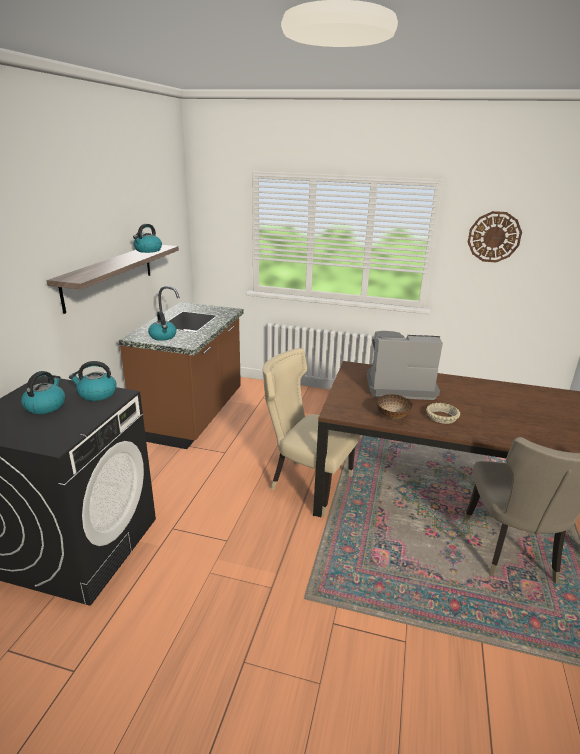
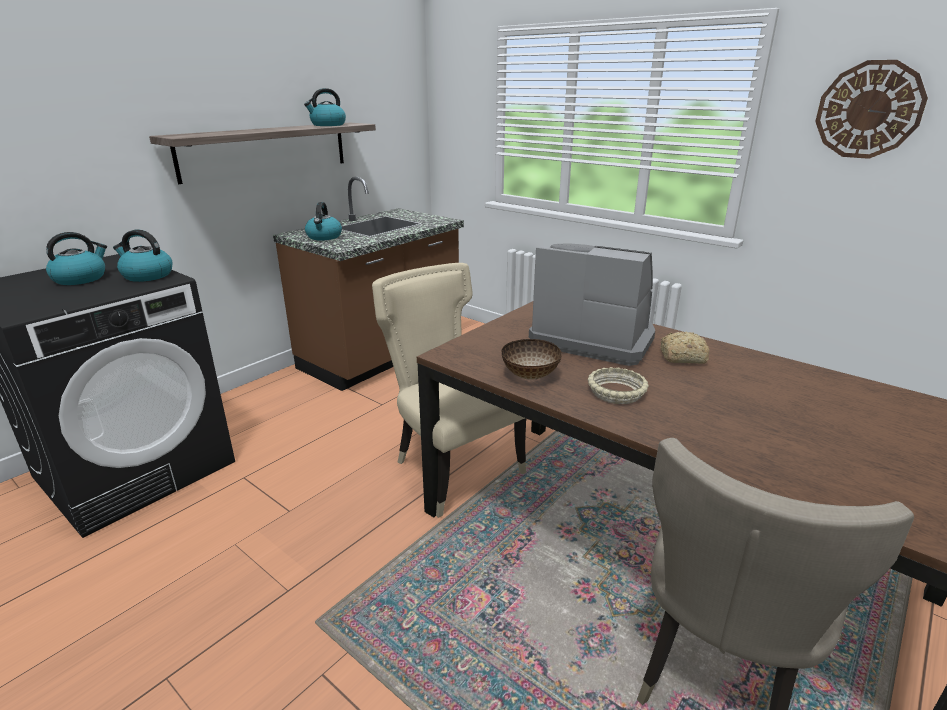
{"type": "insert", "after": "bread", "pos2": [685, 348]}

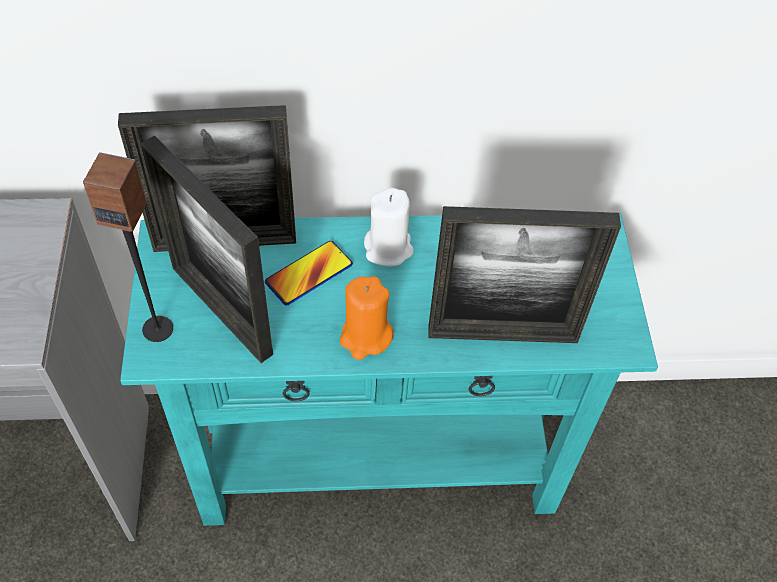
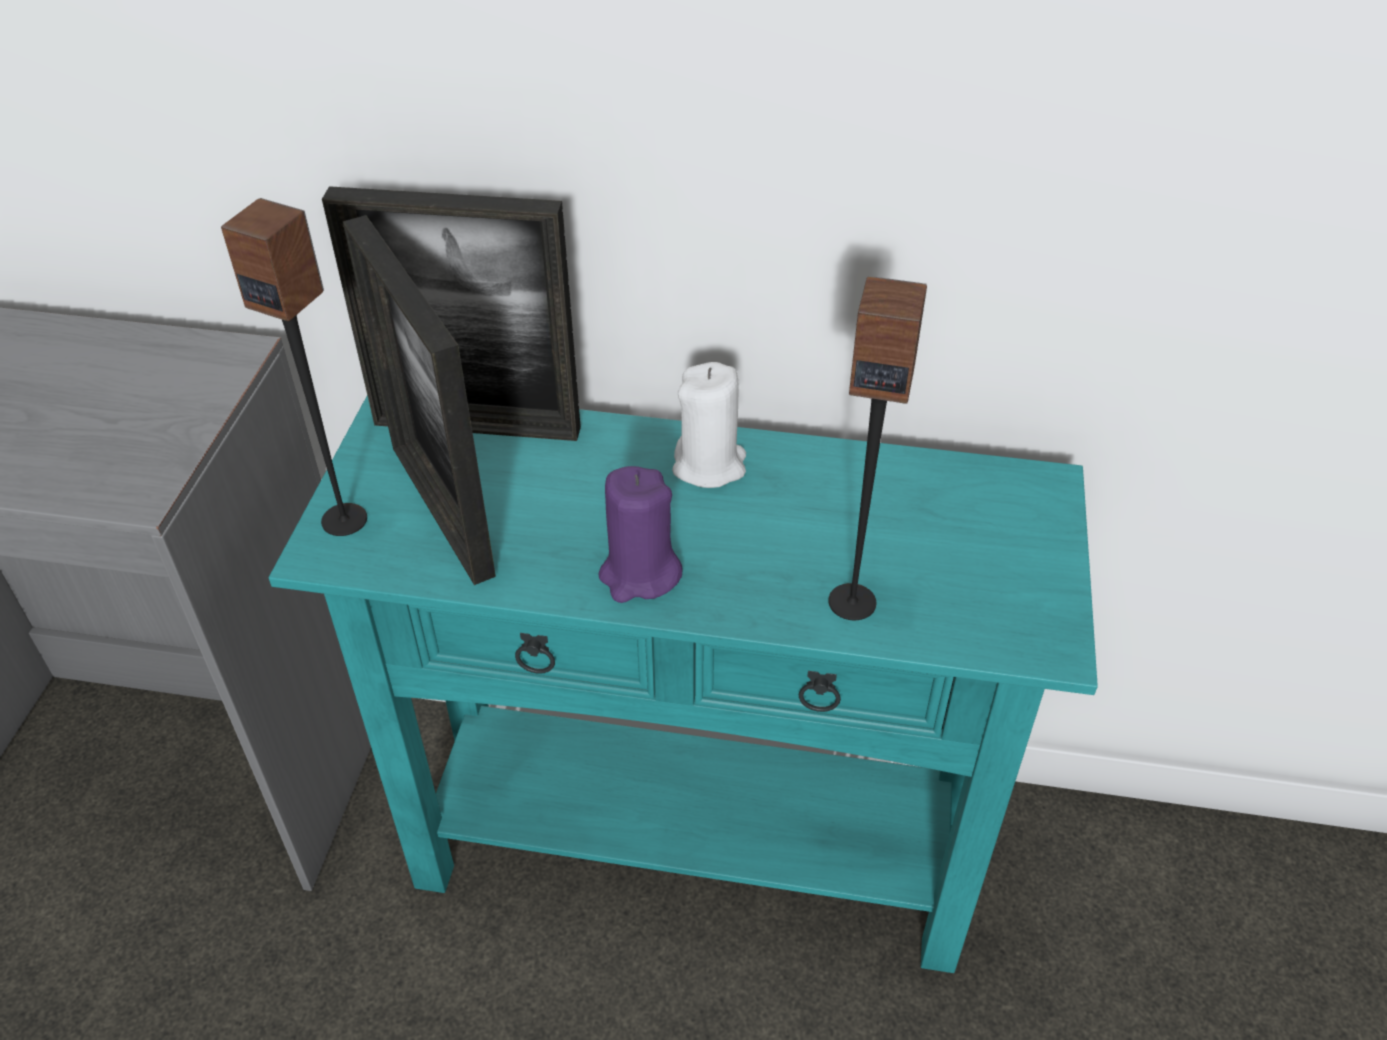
{"type": "delete", "before": "phone", "pos1": [309, 273]}
{"type": "replace", "before": "picture frame", "after": "speaker", "pos1": [525, 274], "pos2": [877, 448]}
{"type": "recolor", "before": "orange candle", "after": "purple candle", "pos1": [367, 318], "pos2": [640, 534]}

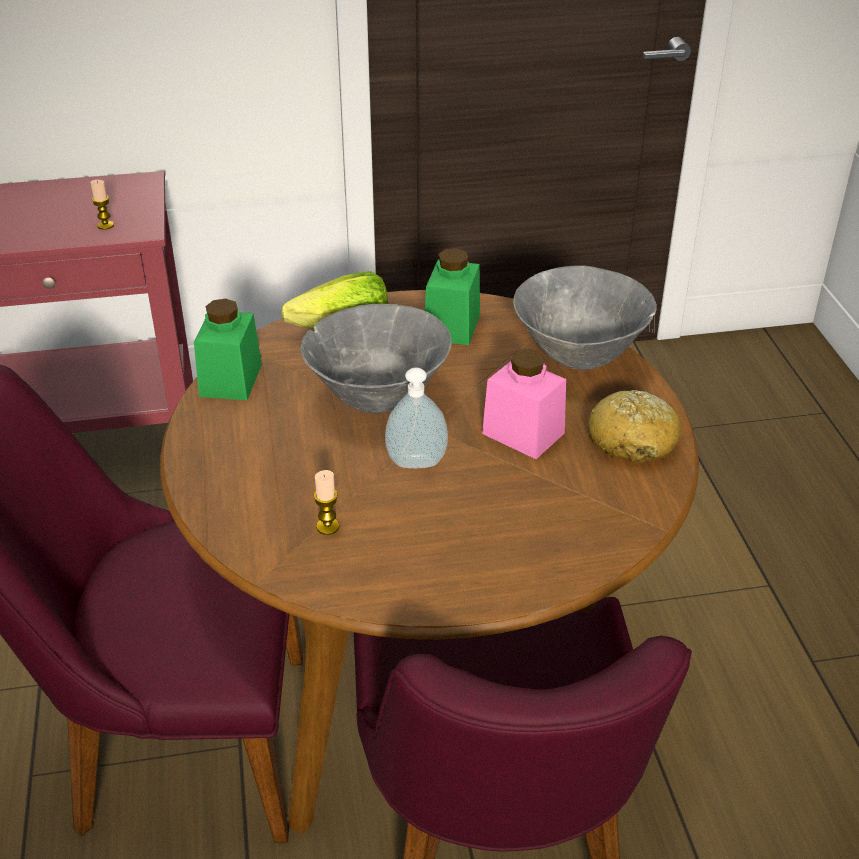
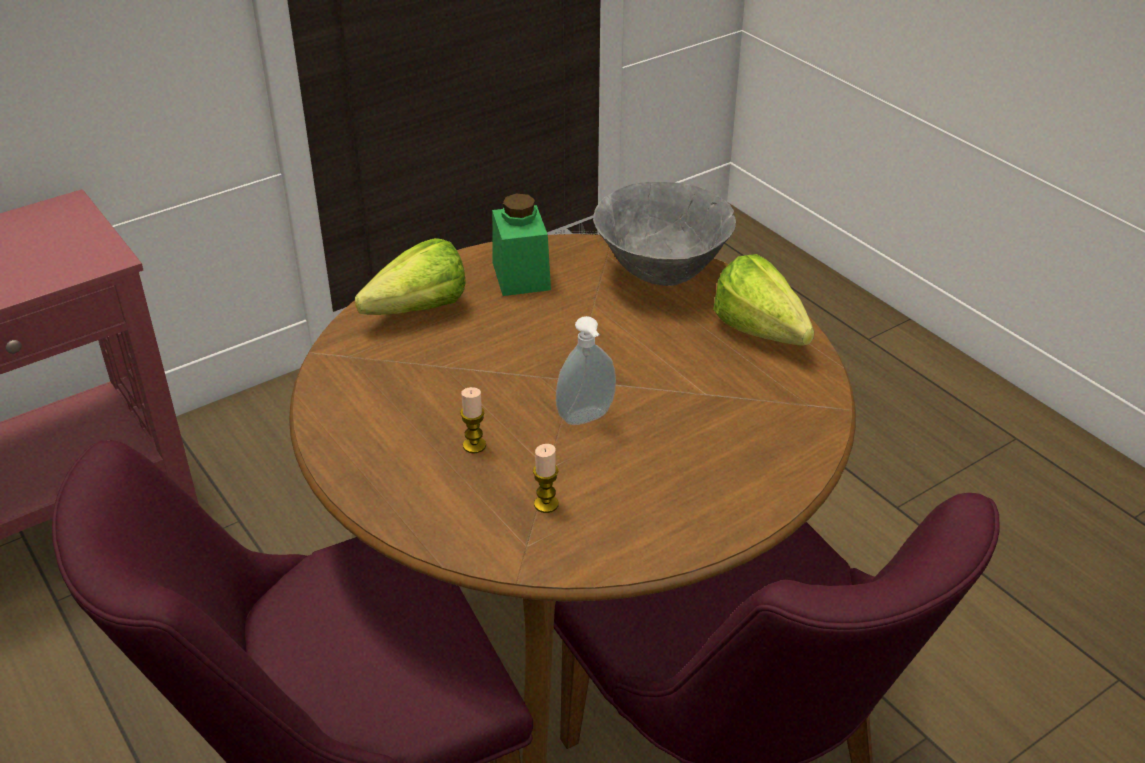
{"type": "delete", "before": "green jar", "pos1": [228, 349]}
{"type": "delete", "before": "grey bowl", "pos1": [376, 359]}
{"type": "delete", "before": "pink jar", "pos1": [524, 404]}
{"type": "move", "before": "candle", "pos1": [102, 205], "pos2": [473, 420]}
{"type": "replace", "before": "bread", "after": "lettuce", "pos1": [634, 426], "pos2": [764, 300]}

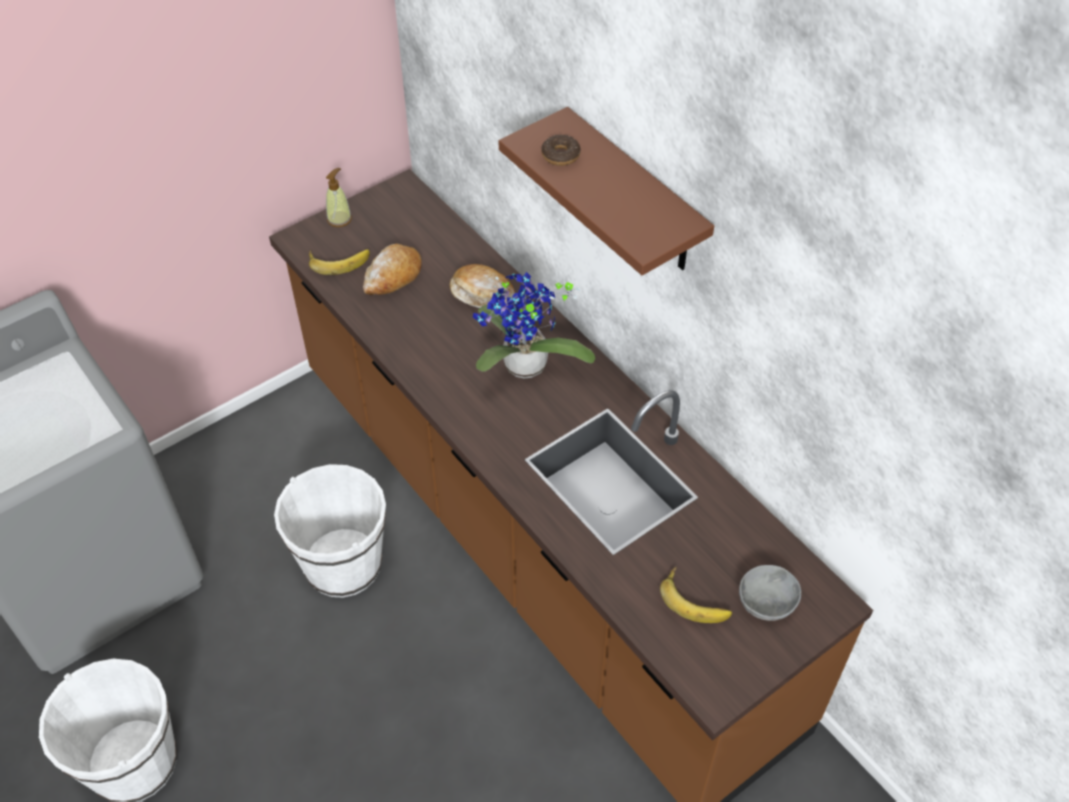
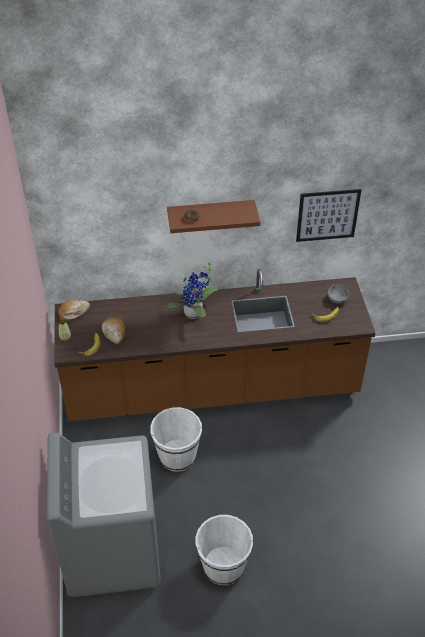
{"type": "insert", "after": "picture", "pos2": [328, 215]}
{"type": "move", "before": "bread", "pos1": [482, 286], "pos2": [74, 309]}

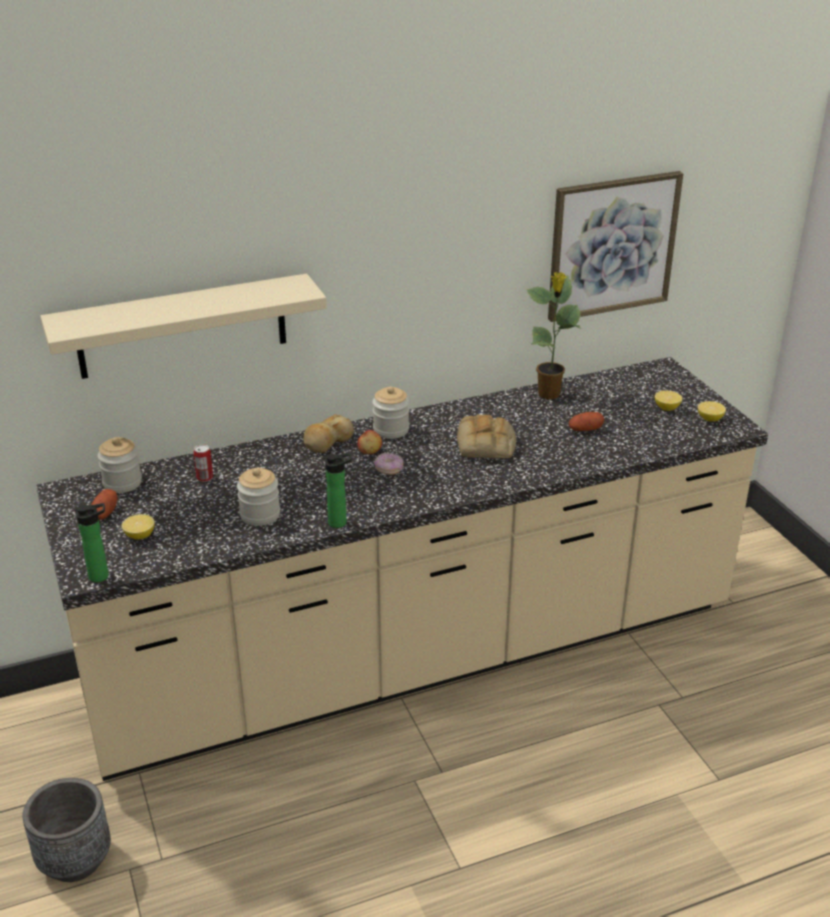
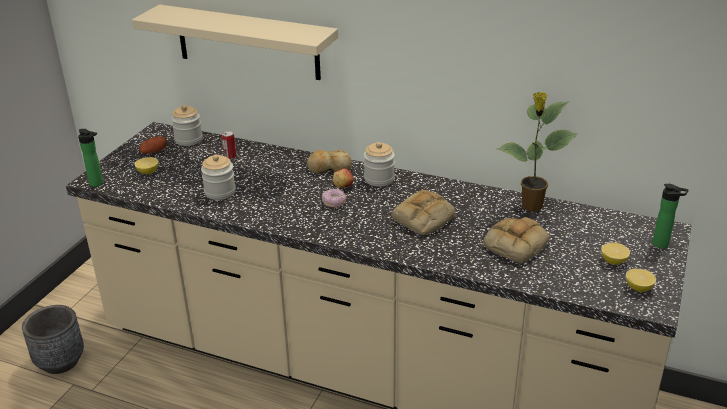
{"type": "delete", "before": "picture", "pos1": [615, 246]}
{"type": "move", "before": "bottle", "pos1": [338, 490], "pos2": [670, 216]}
{"type": "replace", "before": "potato", "after": "bread", "pos1": [586, 421], "pos2": [516, 240]}

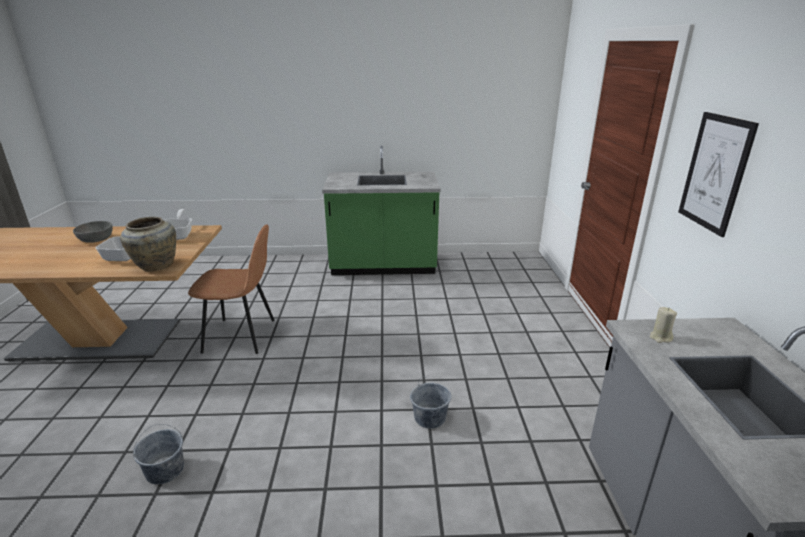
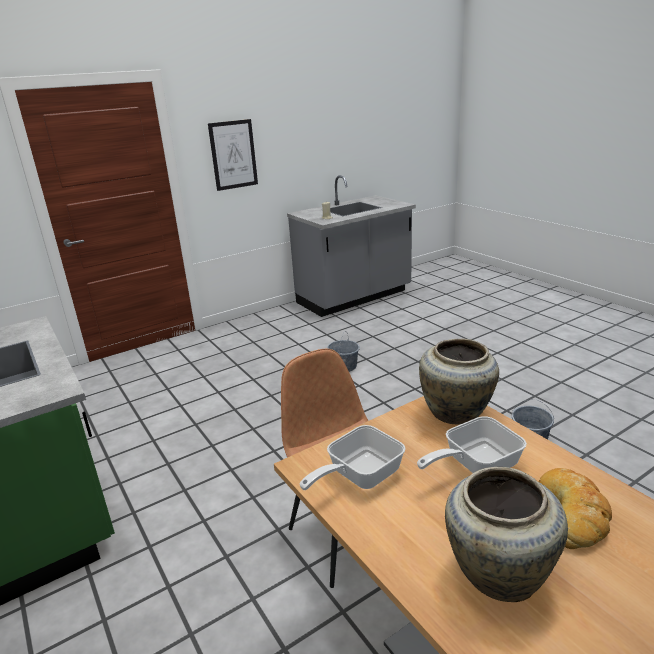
{"type": "insert", "after": "bread", "pos2": [575, 508]}
{"type": "replace", "before": "grey bowl", "after": "beige vase", "pos1": [93, 232], "pos2": [506, 534]}

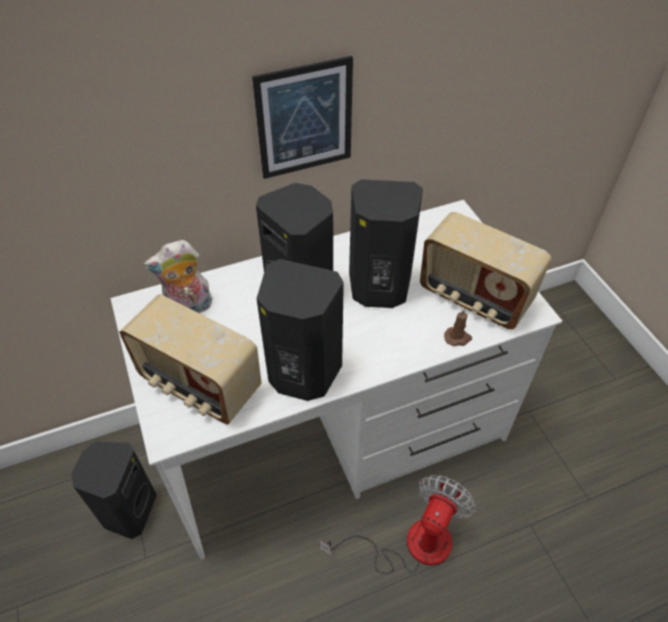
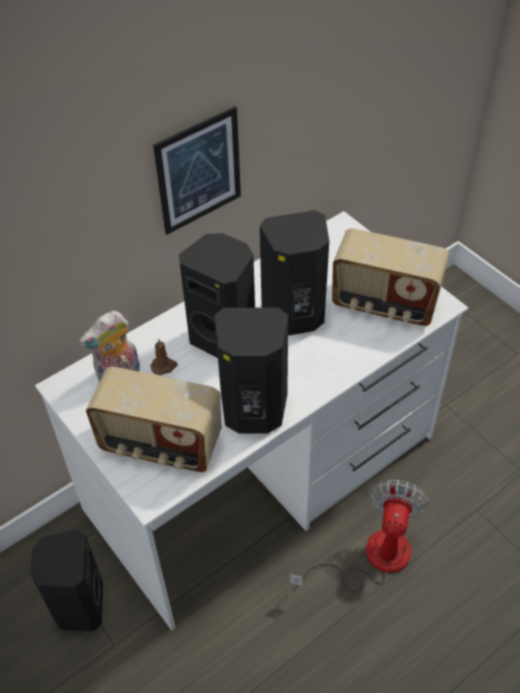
{"type": "move", "before": "brown candle", "pos1": [458, 327], "pos2": [164, 357]}

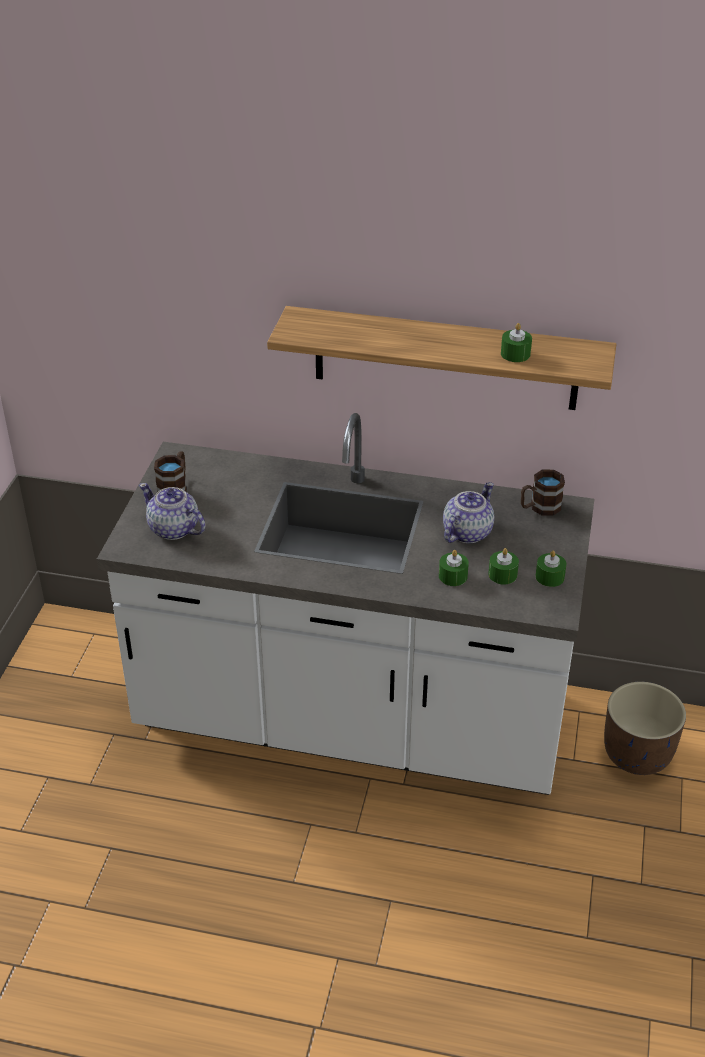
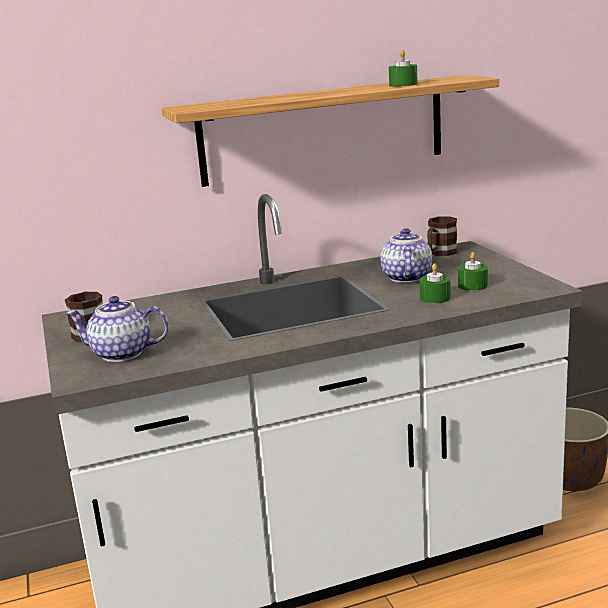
{"type": "delete", "before": "green candle", "pos1": [550, 568]}

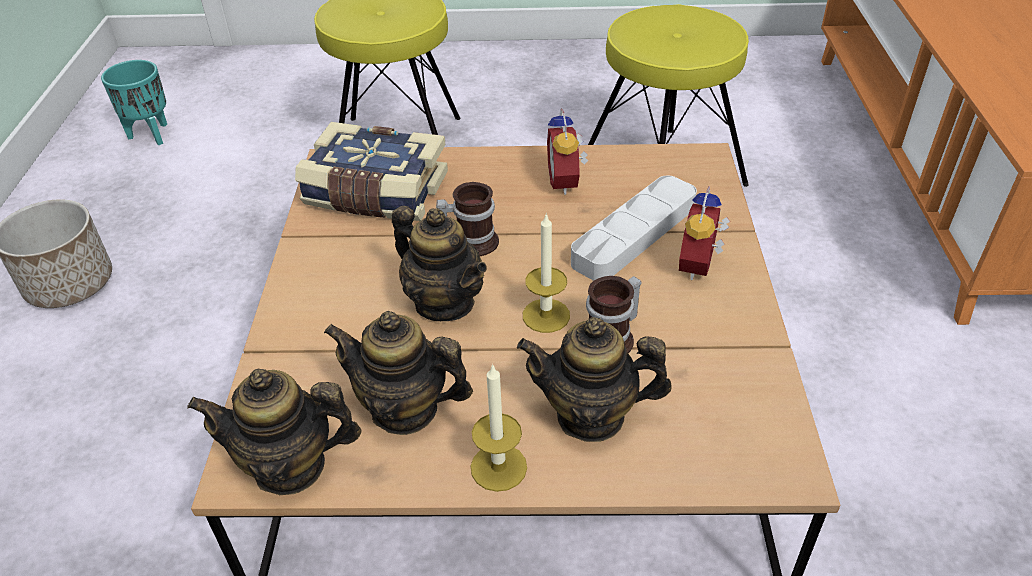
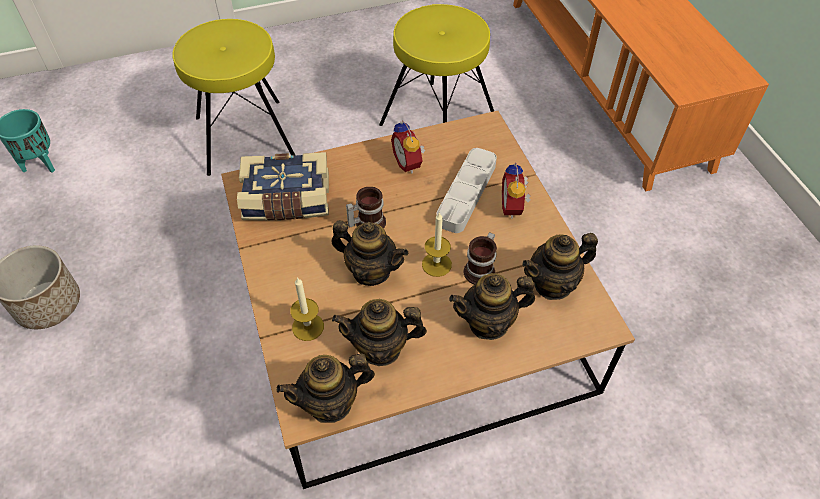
{"type": "insert", "after": "teapot", "pos2": [560, 266]}
{"type": "move", "before": "candle", "pos1": [499, 428], "pos2": [307, 309]}

